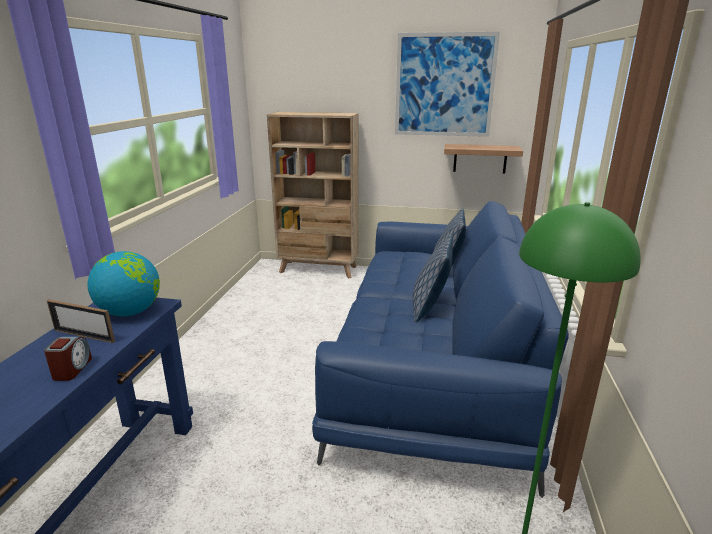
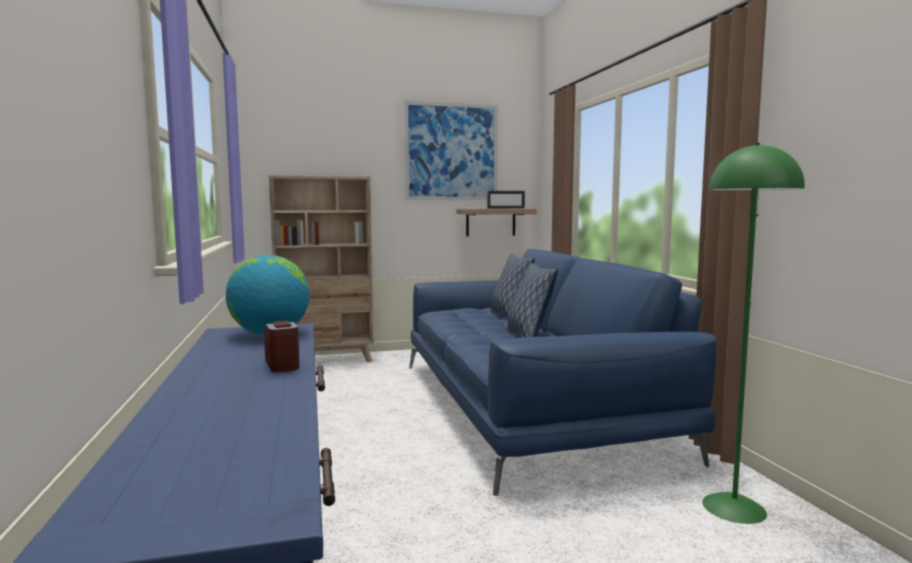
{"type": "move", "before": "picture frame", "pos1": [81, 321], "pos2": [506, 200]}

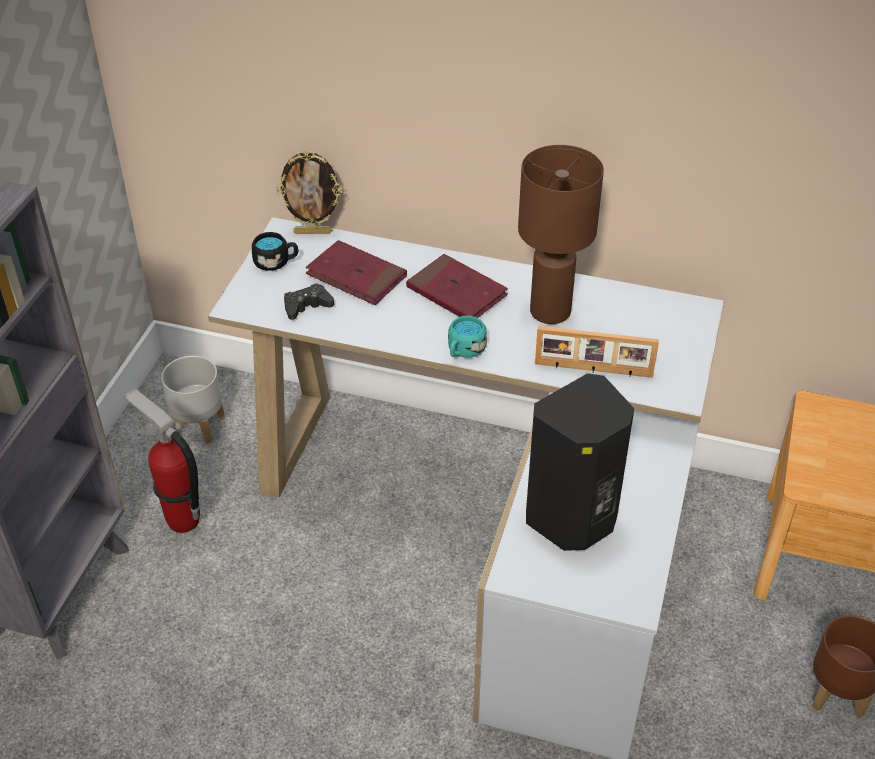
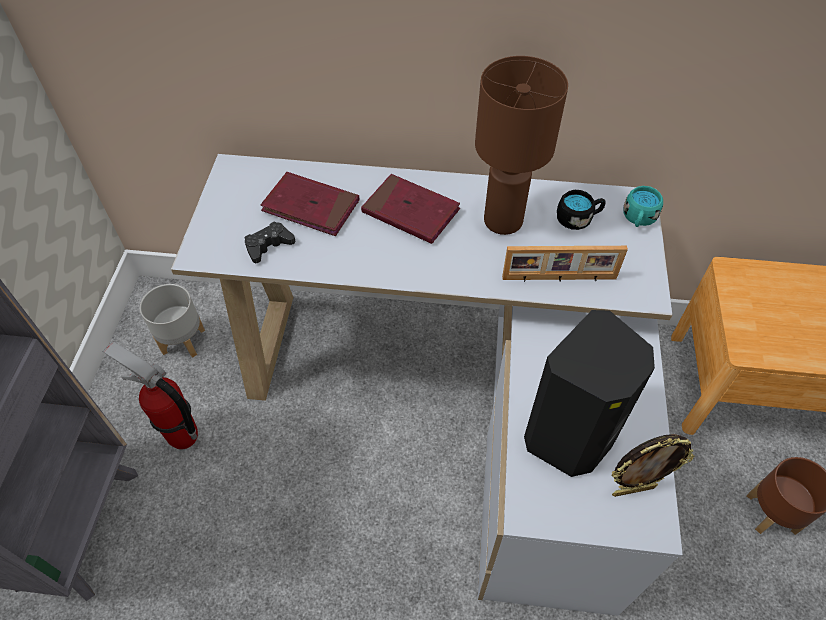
{"type": "move", "before": "black mug", "pos1": [275, 251], "pos2": [581, 210]}
{"type": "move", "before": "picture frame", "pos1": [309, 192], "pos2": [652, 465]}
{"type": "move", "before": "turquoise mug", "pos1": [467, 337], "pos2": [643, 206]}

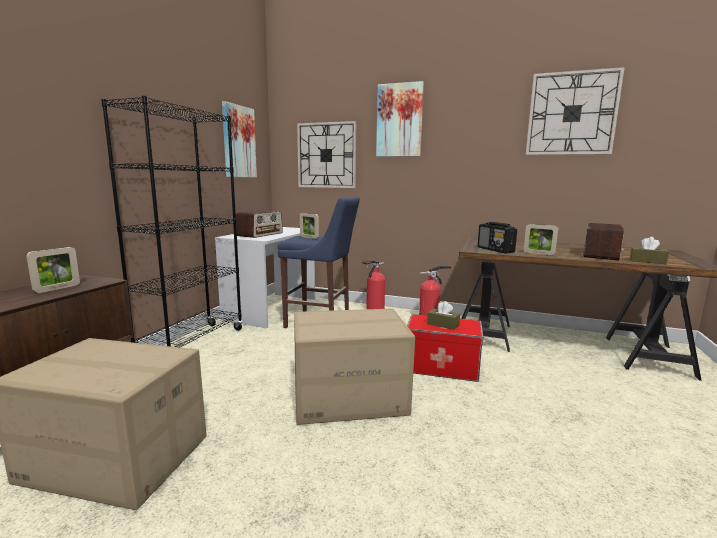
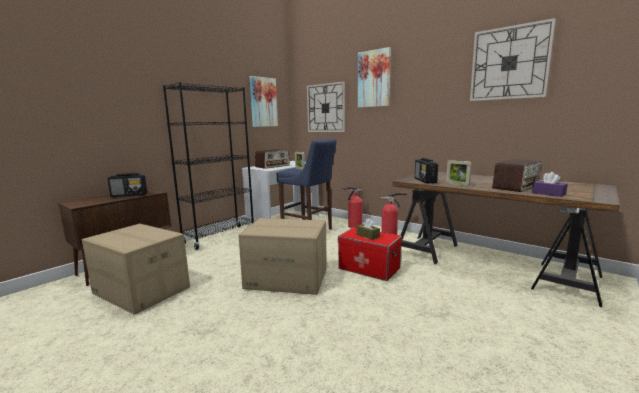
{"type": "replace", "before": "picture frame", "after": "radio", "pos1": [53, 270], "pos2": [127, 185]}
{"type": "recolor", "before": "brown tissue box", "after": "purple tissue box", "pos1": [649, 250], "pos2": [550, 184]}

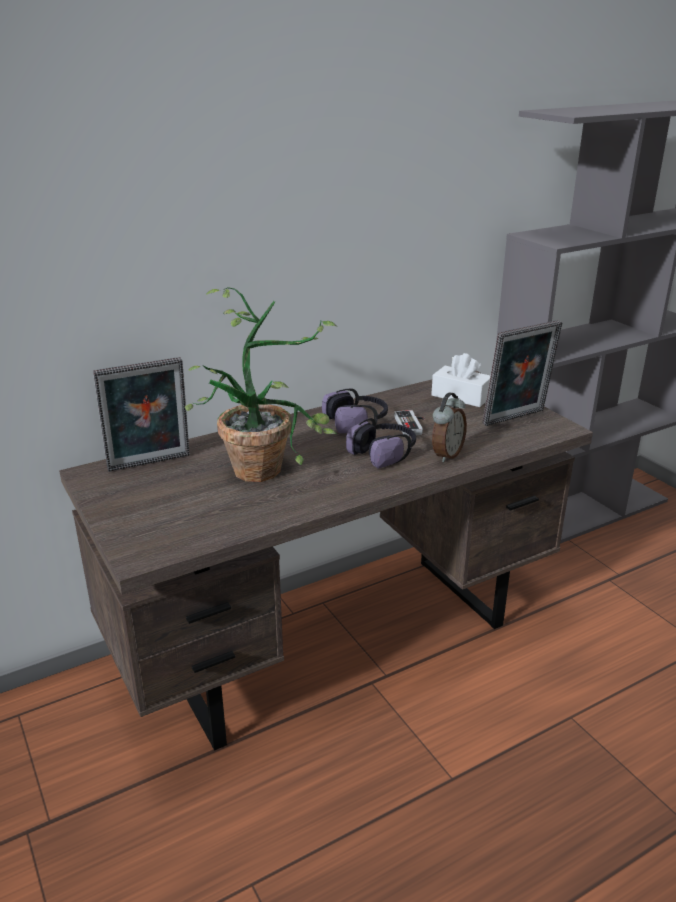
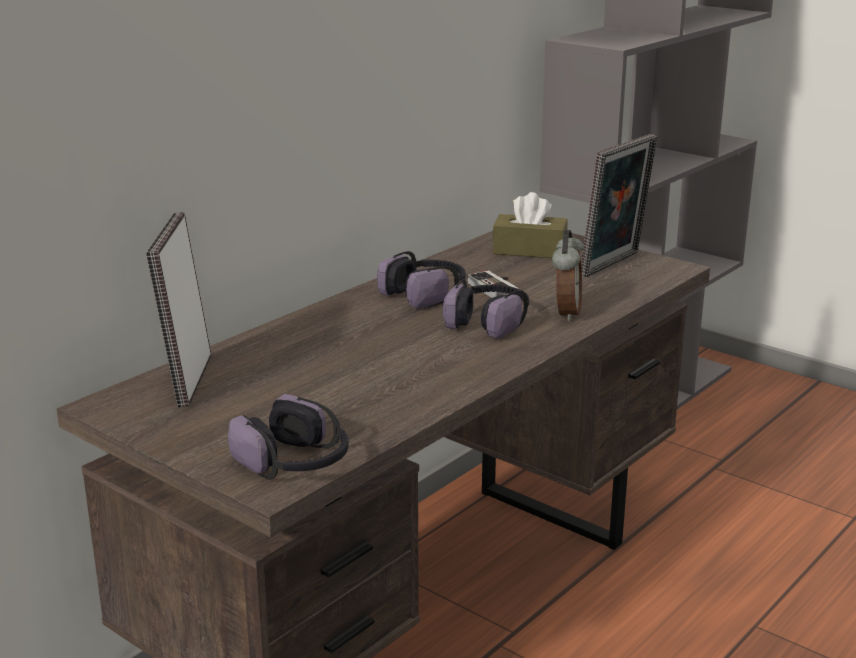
{"type": "delete", "before": "potted plant", "pos1": [261, 384]}
{"type": "insert", "after": "headphones", "pos2": [288, 437]}
{"type": "recolor", "before": "white tissue box", "after": "brown tissue box", "pos1": [460, 380], "pos2": [530, 225]}
{"type": "rotate", "before": "picture frame", "pos1": [141, 414], "pos2": [178, 310], "turn": 135}

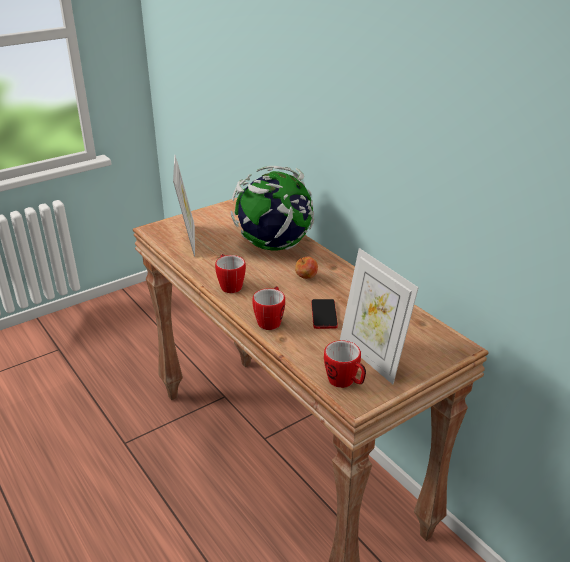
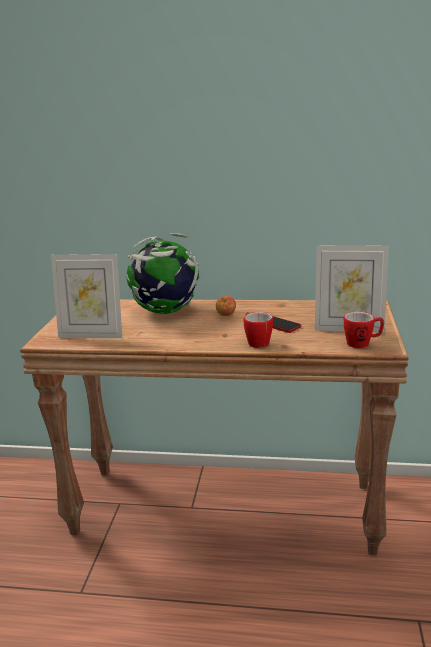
{"type": "delete", "before": "mug", "pos1": [230, 273]}
{"type": "rotate", "before": "picture frame", "pos1": [184, 206], "pos2": [86, 296], "turn": 150}

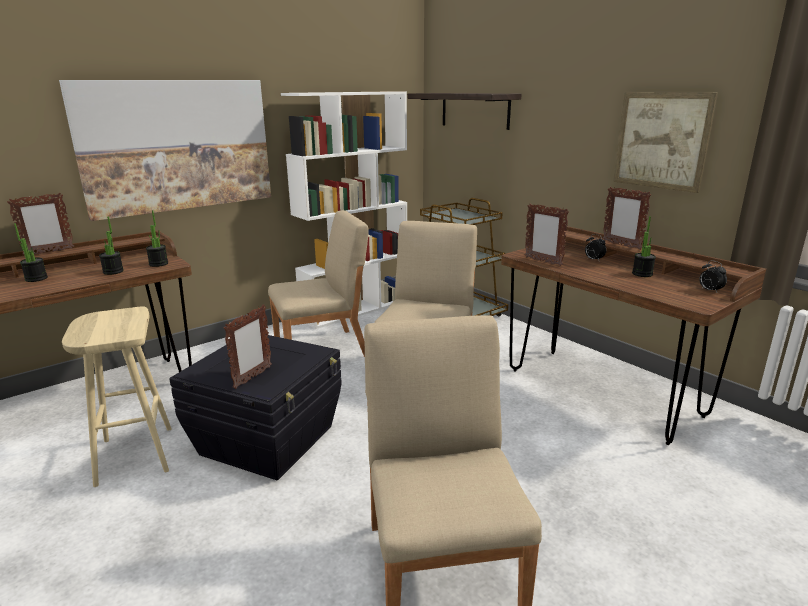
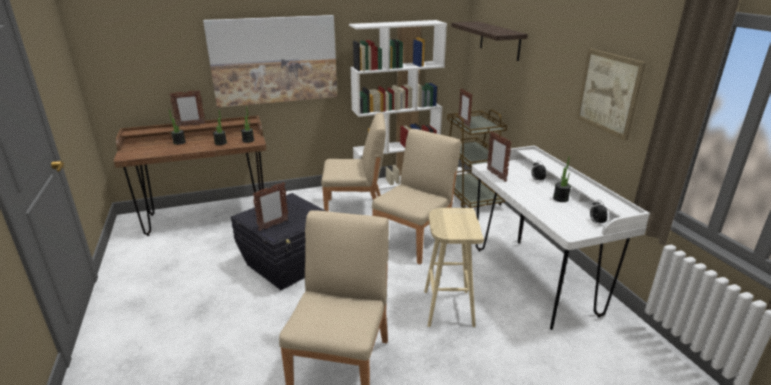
{"type": "move", "before": "beige stool", "pos1": [117, 396], "pos2": [454, 267]}
{"type": "move", "before": "picture frame", "pos1": [626, 218], "pos2": [465, 107]}
{"type": "recolor", "before": "brown desk", "after": "white desk", "pos1": [633, 335], "pos2": [561, 237]}

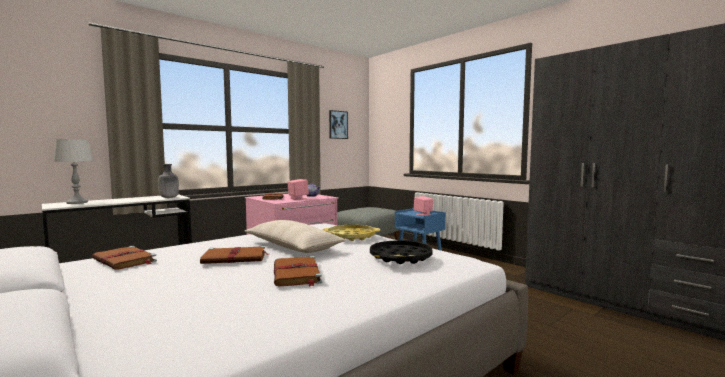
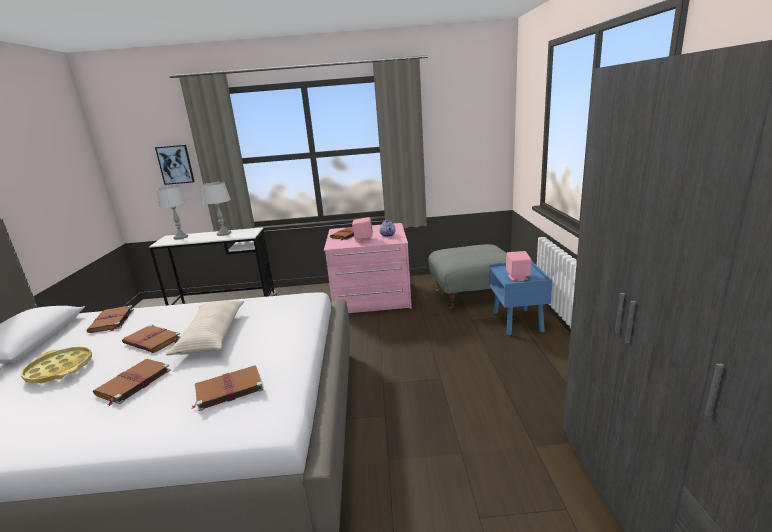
{"type": "delete", "before": "grey bottle", "pos1": [168, 181]}
{"type": "insert", "after": "grey table lamp", "pos2": [216, 209]}
{"type": "move", "before": "yellow tray", "pos1": [351, 233], "pos2": [56, 364]}
{"type": "move", "before": "picture", "pos1": [338, 124], "pos2": [175, 165]}
{"type": "replace", "before": "black tray", "after": "brown book", "pos1": [401, 252], "pos2": [227, 388]}

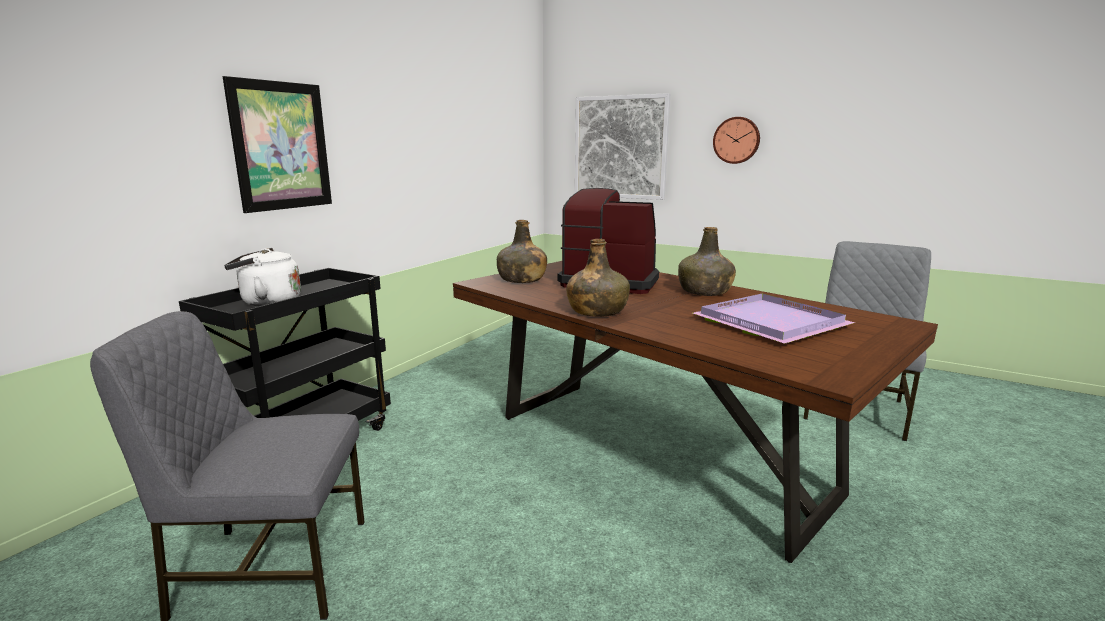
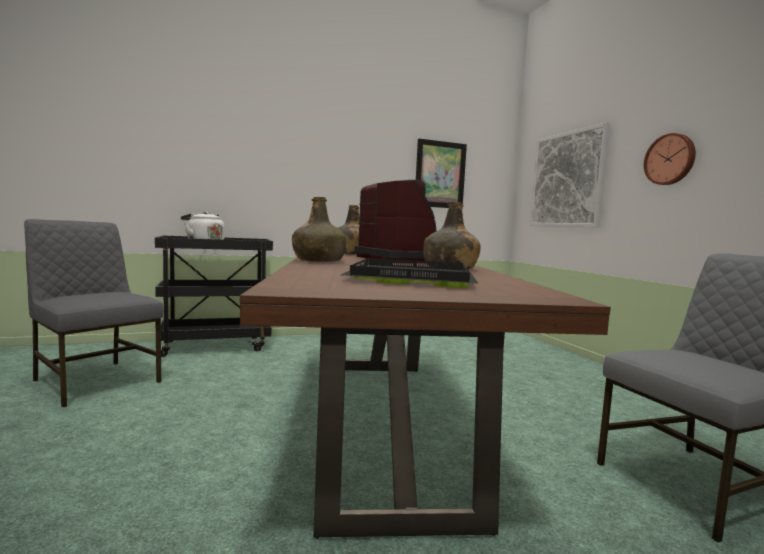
{"type": "move", "before": "picture", "pos1": [277, 144], "pos2": [441, 173]}
{"type": "recolor", "before": "purple tray", "after": "black tray", "pos1": [773, 318], "pos2": [410, 273]}

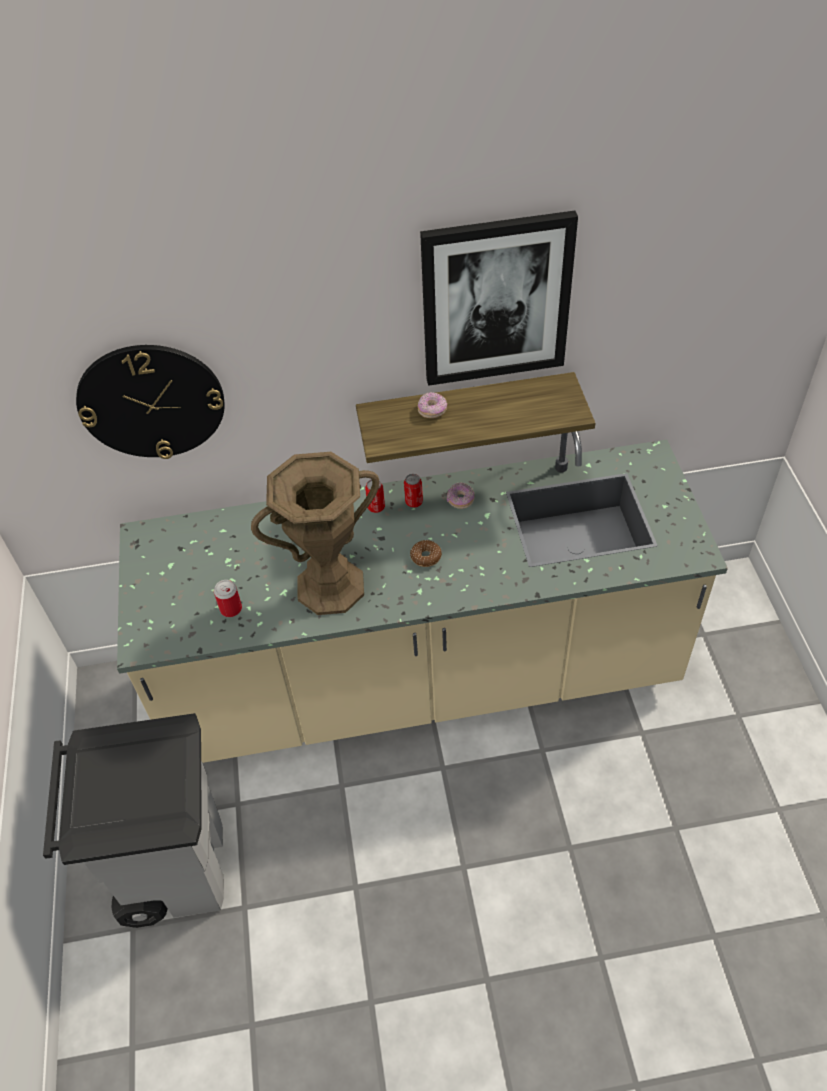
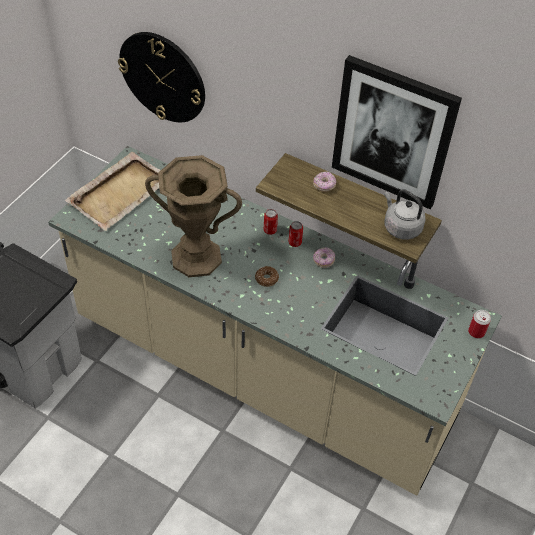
{"type": "insert", "after": "beige tray", "pos2": [113, 191]}
{"type": "insert", "after": "grey kettle", "pos2": [405, 214]}
{"type": "move", "before": "can", "pos1": [228, 598], "pos2": [479, 324]}

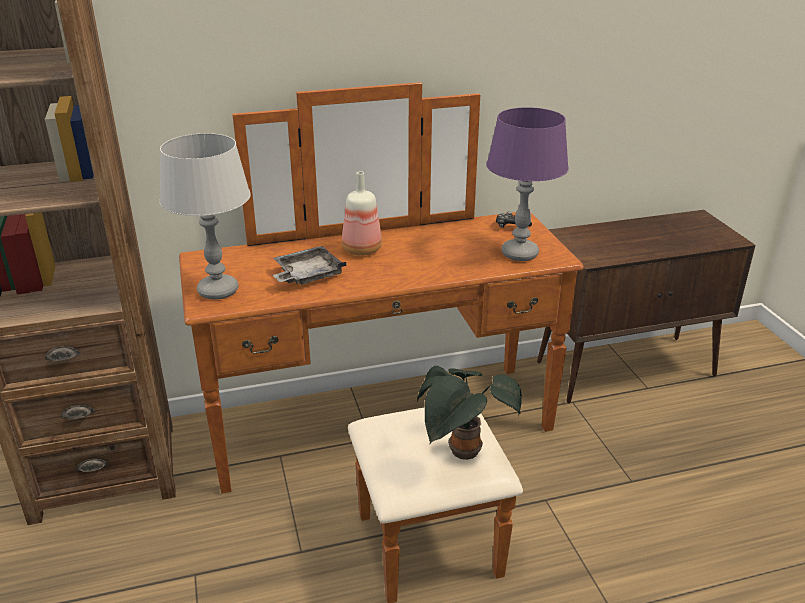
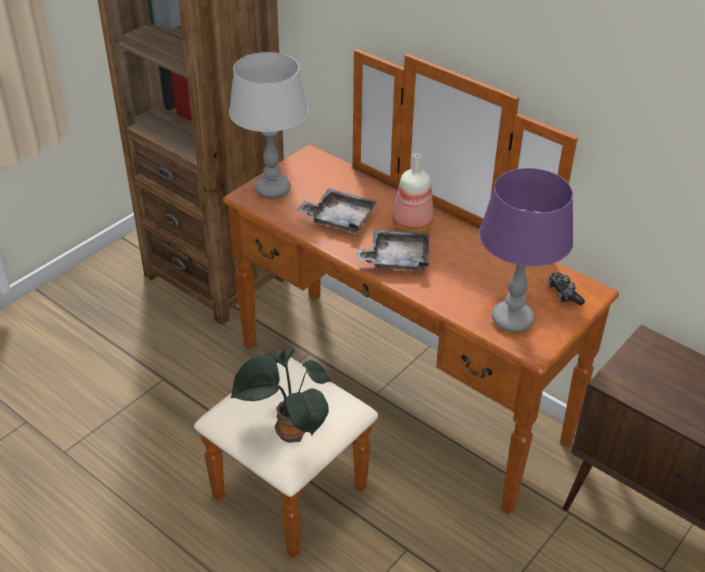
{"type": "insert", "after": "grey tray", "pos2": [392, 250]}

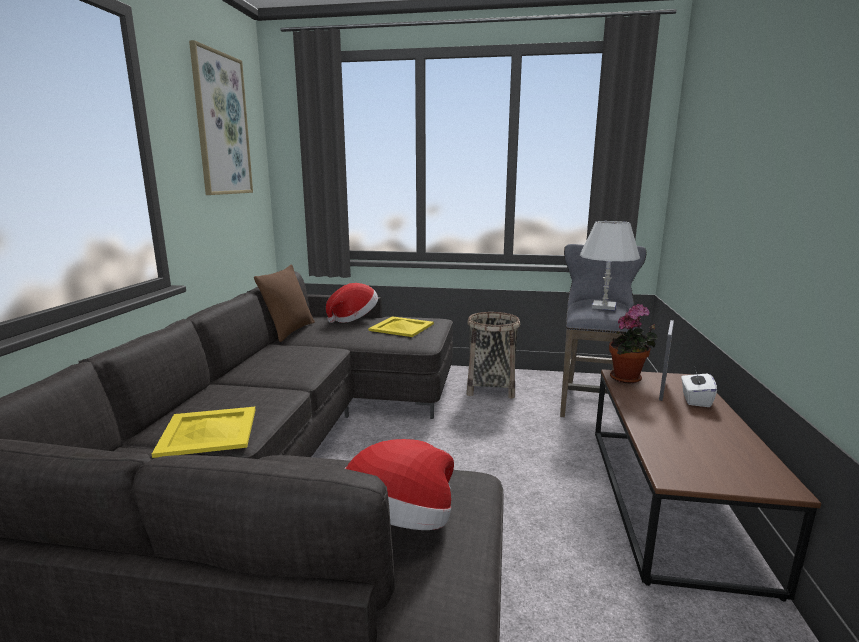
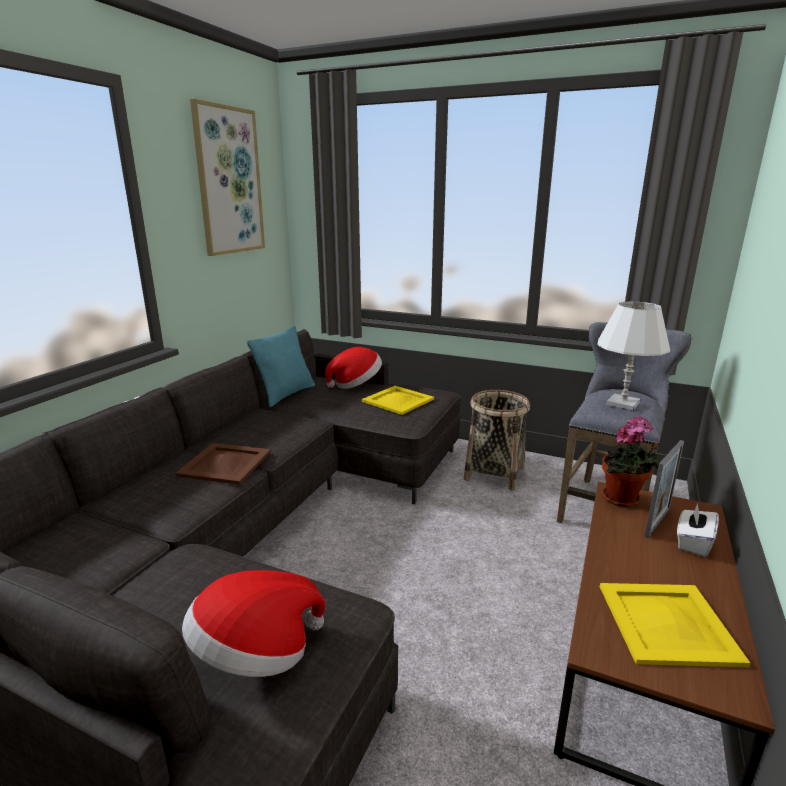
{"type": "insert", "after": "brown tray", "pos2": [223, 464]}
{"type": "move", "before": "yellow tray", "pos1": [203, 432], "pos2": [675, 625]}
{"type": "recolor", "before": "brown pillow", "after": "turquoise pillow", "pos1": [284, 303], "pos2": [281, 366]}

